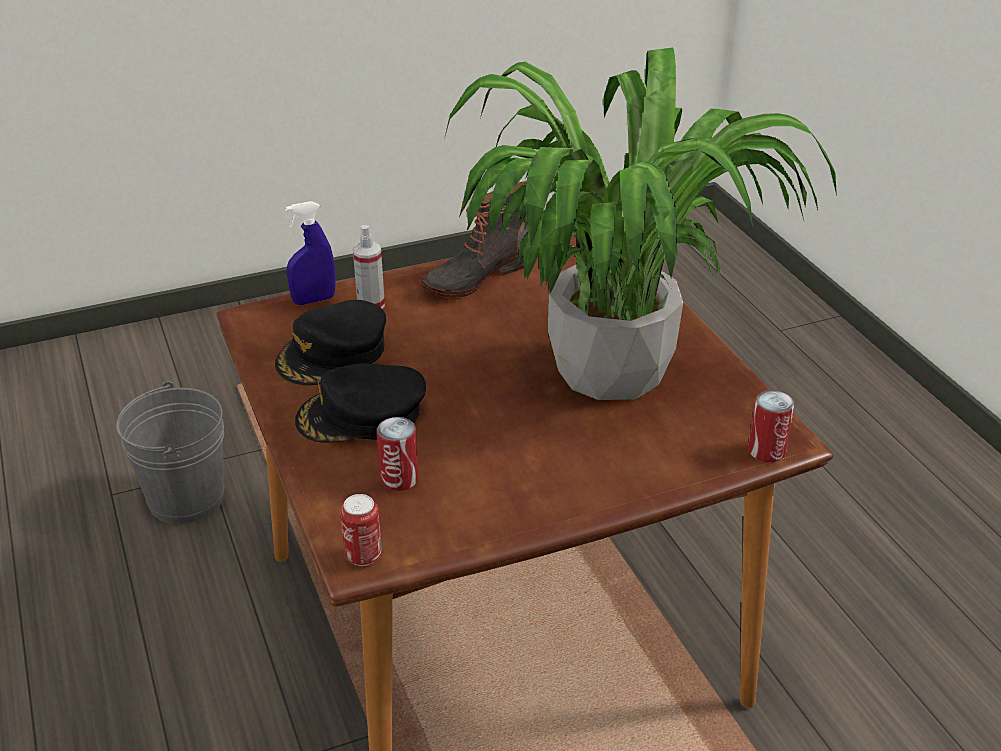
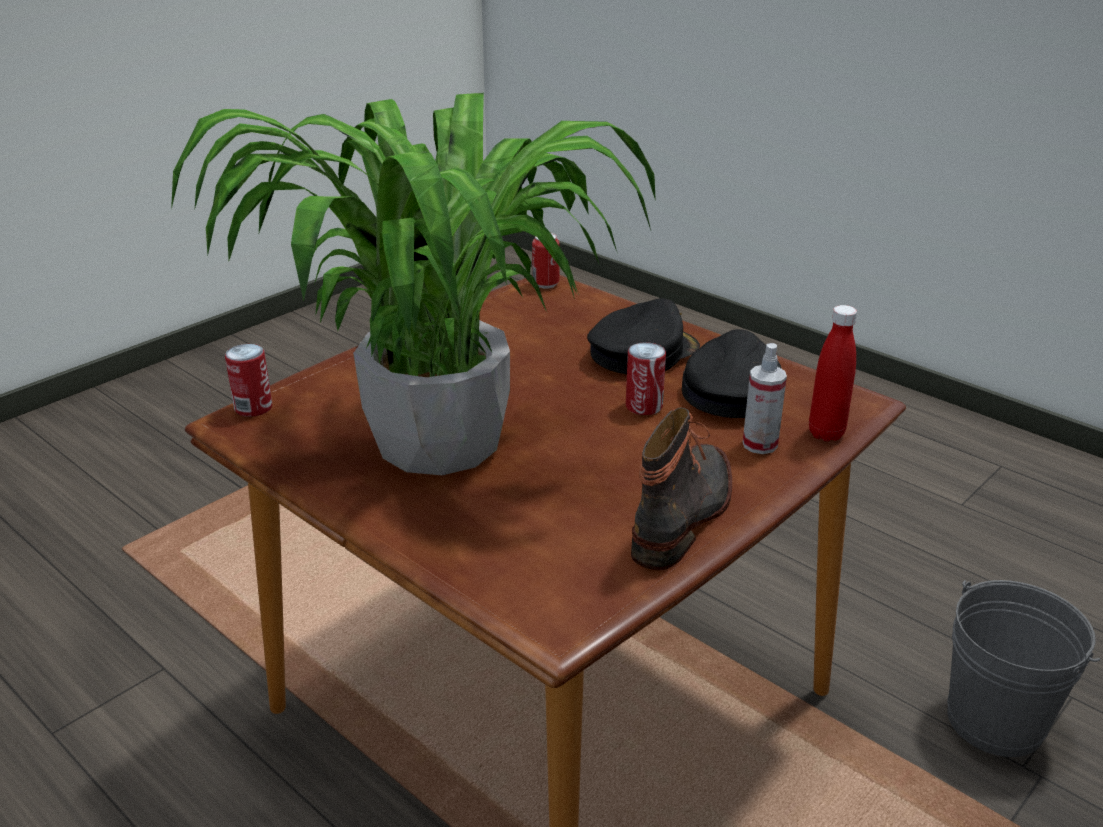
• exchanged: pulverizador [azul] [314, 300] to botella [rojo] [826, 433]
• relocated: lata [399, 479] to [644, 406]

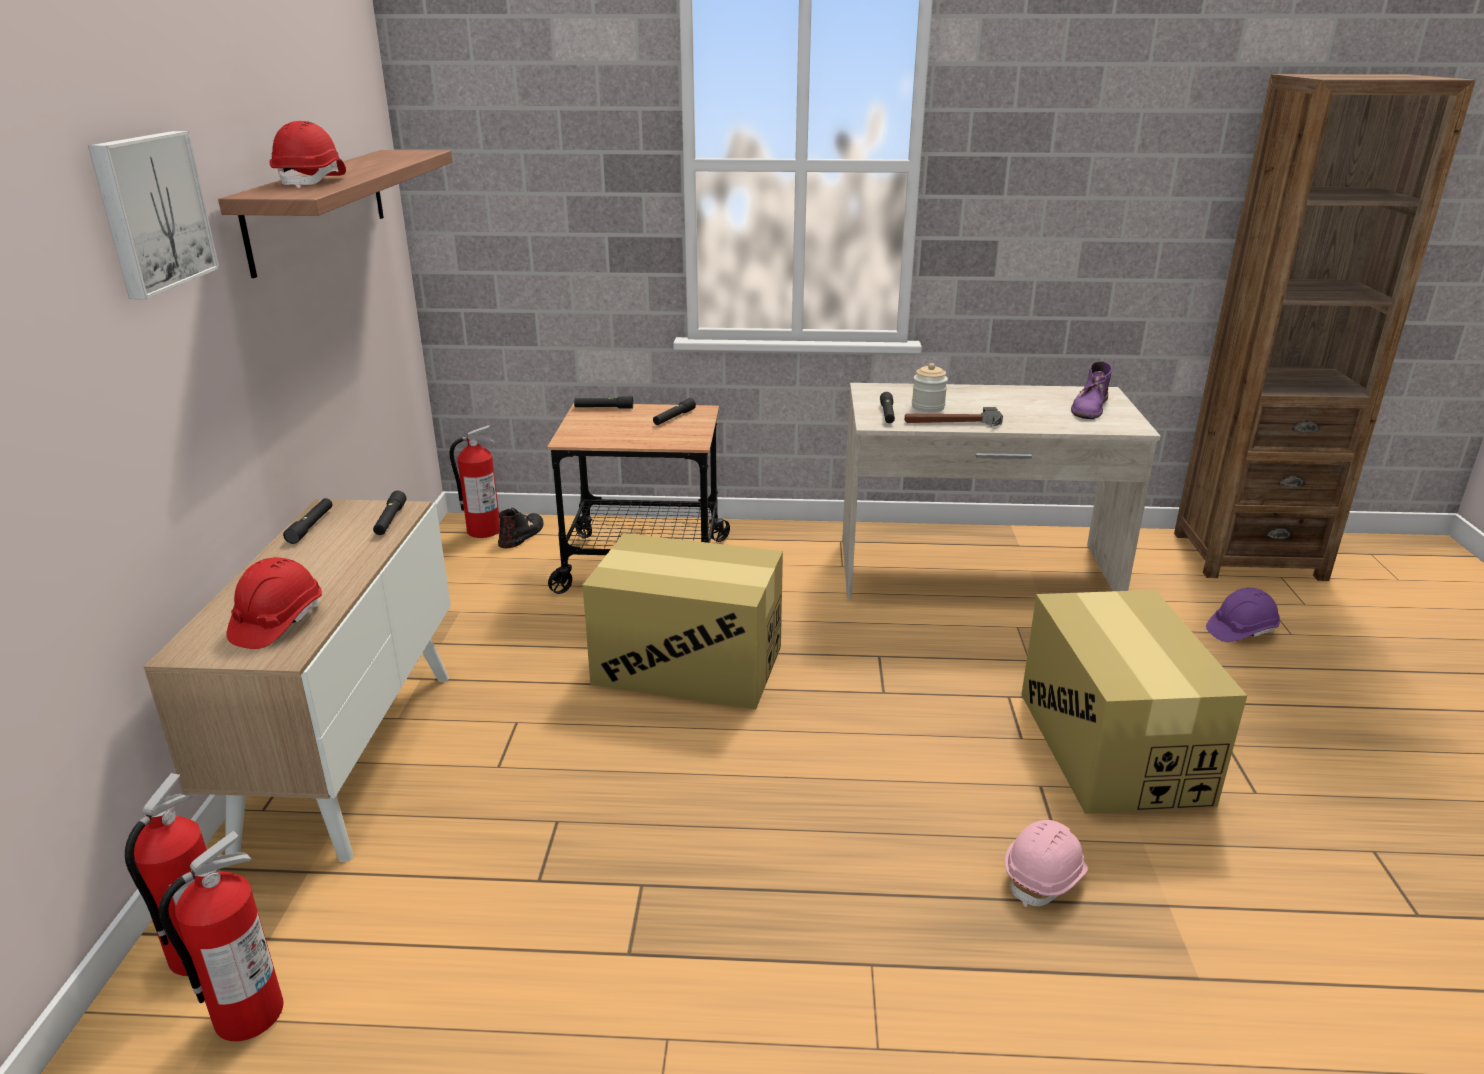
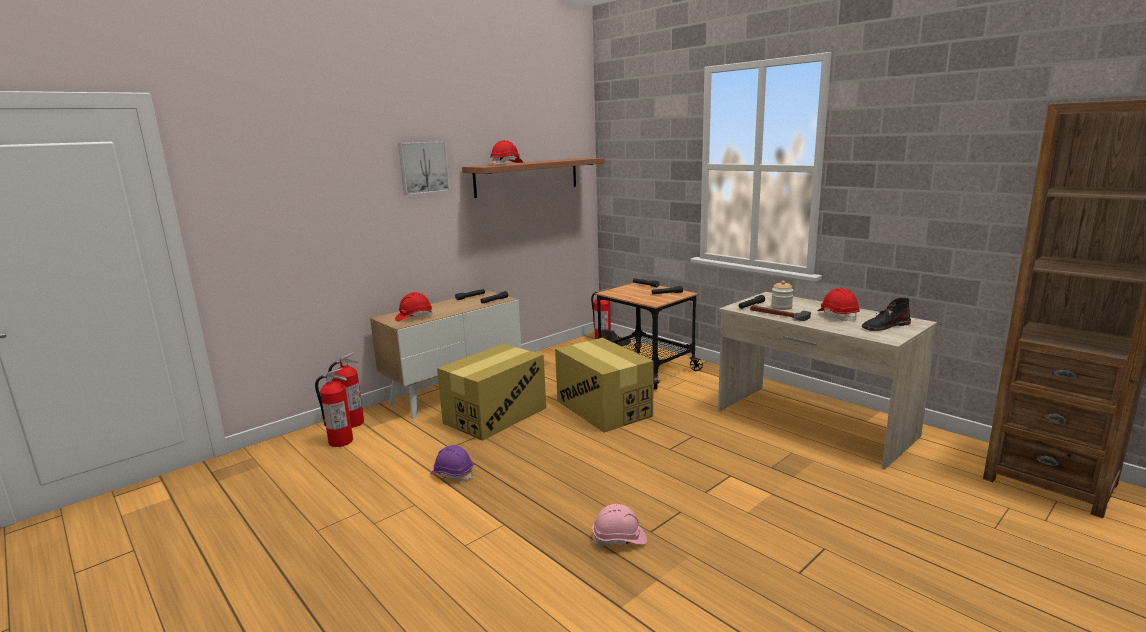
• colour: bota [morado] [1089, 407] to bota [negro] [884, 326]
• relocated: casco [morado] [1240, 631] to [452, 474]
• relocated: caja de cartón [1112, 747] to [495, 415]
• appeared: casco [rojo] [837, 316]

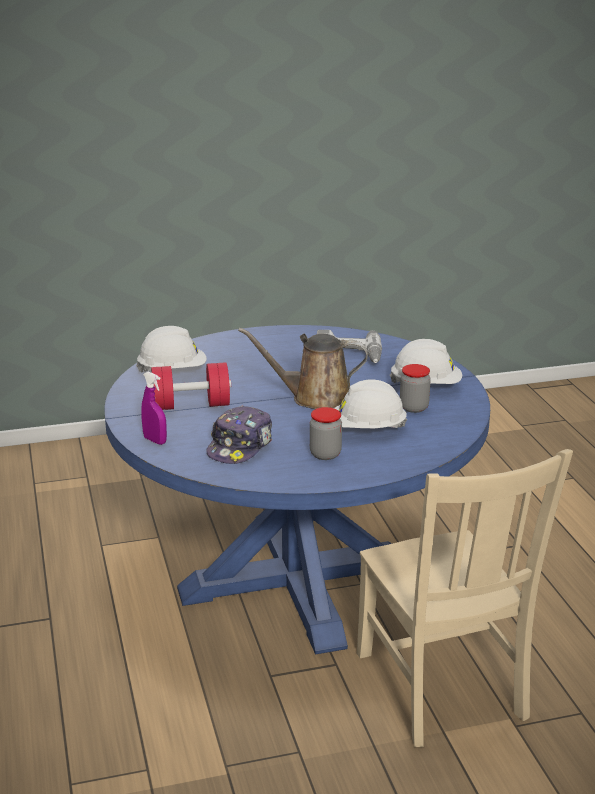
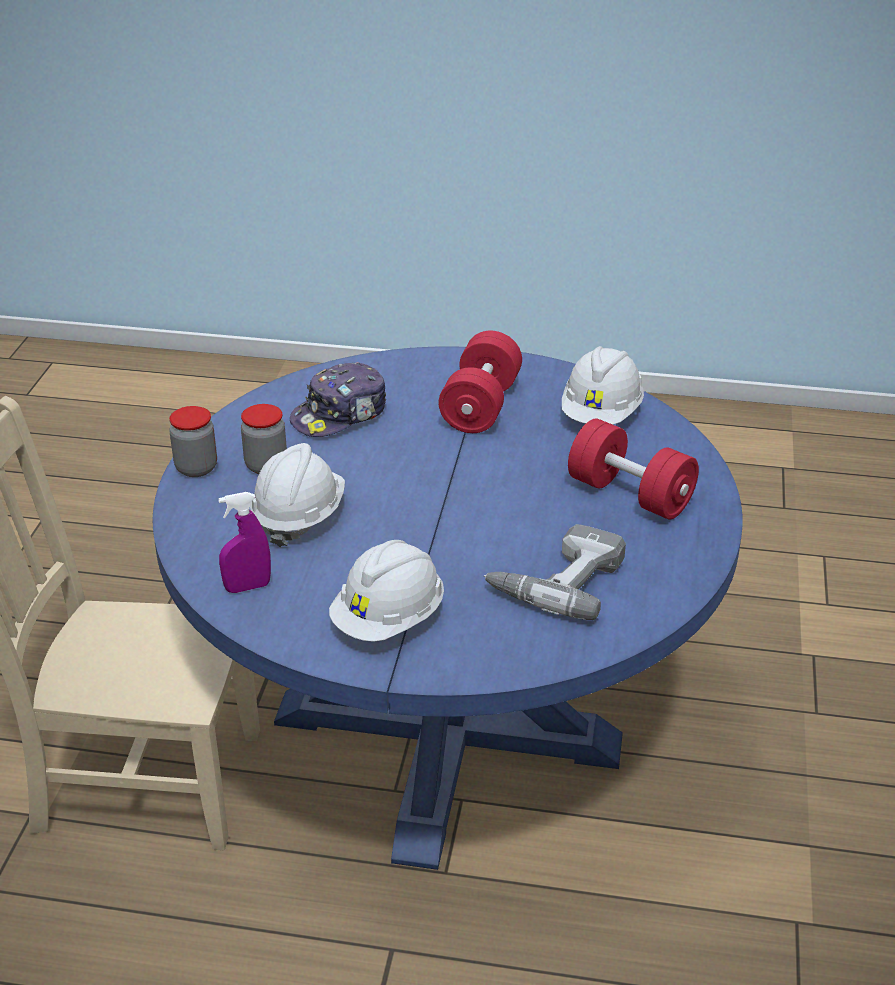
• missing: regadera [marrón] [315, 398]
• relocated: tarro [414, 407] to [196, 468]
• relocated: pulverizador [morado] [155, 440] to [247, 587]
• spun: gorra [240, 446] = [340, 415] 90 degrees counterclockwise
• appeared: mancuerna [rojo] [630, 494]

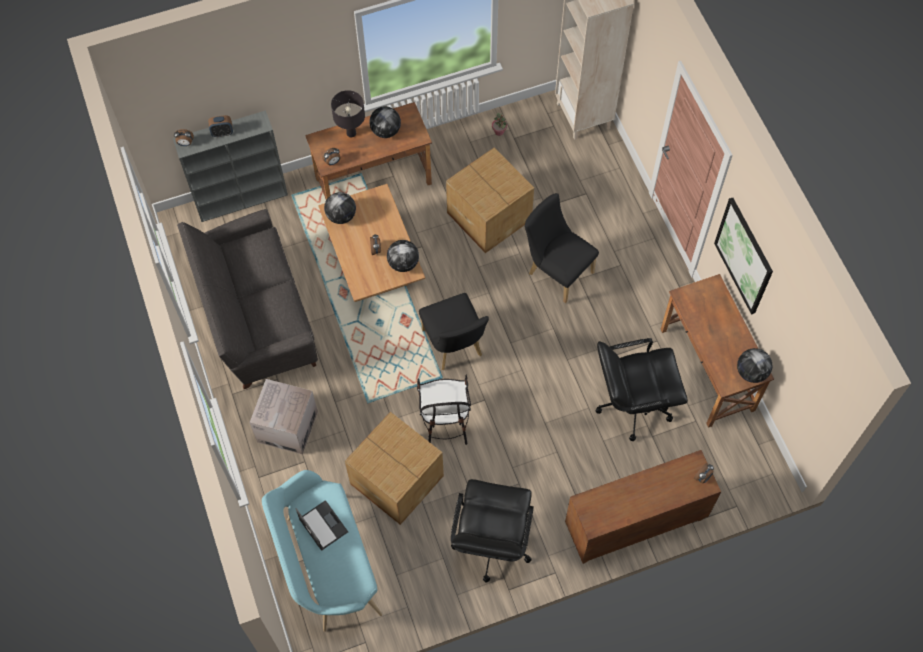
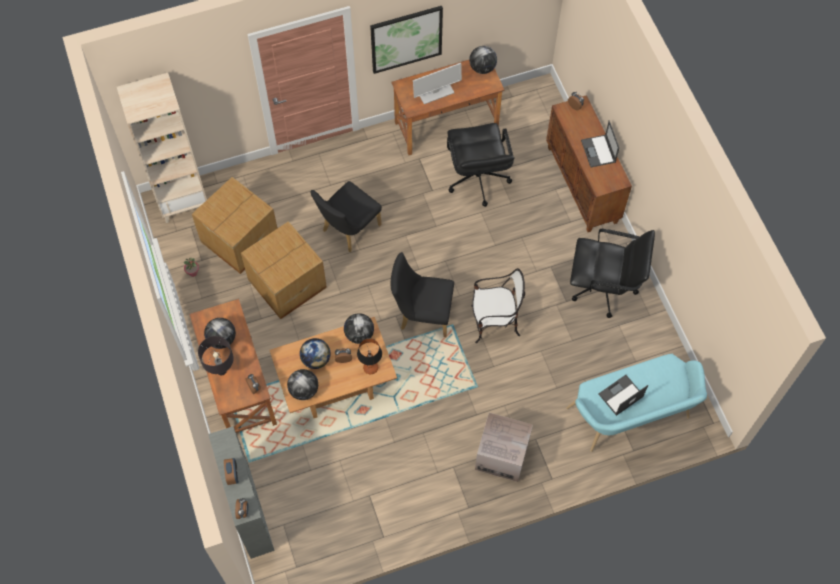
• missing: sofá [gris] [257, 317]
• spun: silla [negro] [454, 346] = [422, 314] 150 degrees counterclockwise
• relocated: caja de cartón [396, 478] to [238, 239]
• appeared: monitor [435, 93]
• appeared: portátil [598, 151]
• appeared: globo terráqueo [316, 359]
• appeared: lámpara de mesa [370, 368]

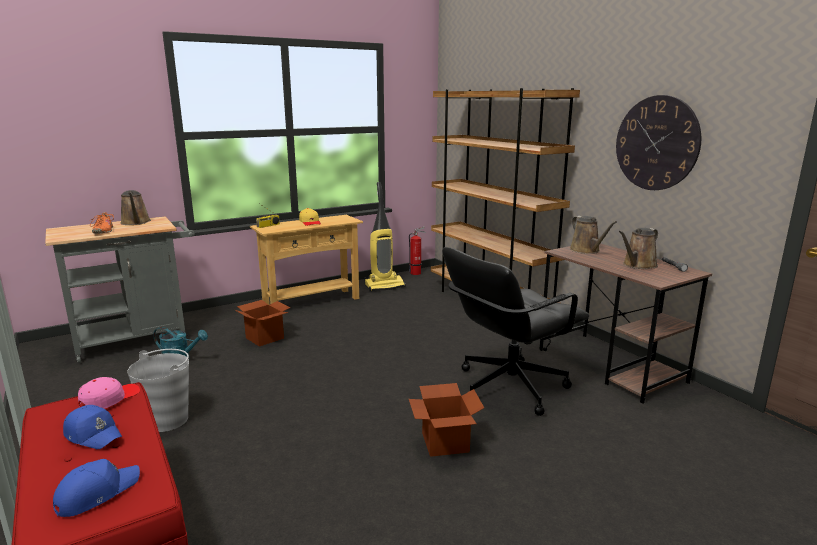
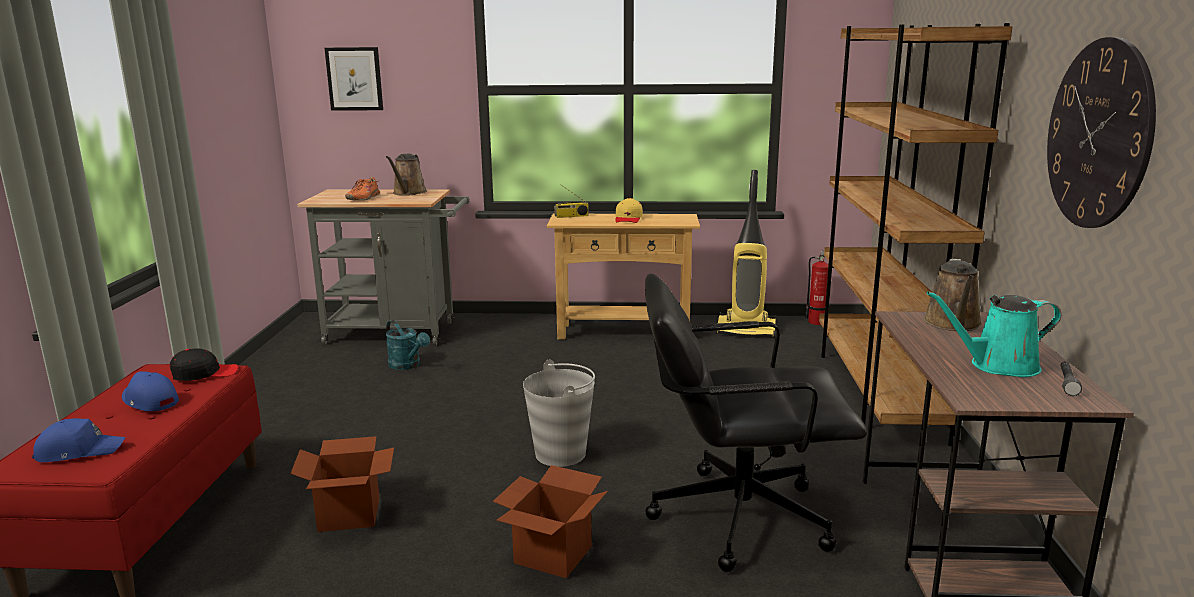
• colour: regadera [marrón] [638, 265] to regadera [turquesa] [998, 366]
• relocated: caja de cartón [265, 338] to [349, 515]
• relocated: cubo [gris] [167, 420] to [561, 454]
• colour: gorra [rosa] [109, 399] to gorra [negro] [204, 374]
• spun: gorra [azul] [93, 434] = [149, 401] 150 degrees clockwise
• appeared: cuadro [354, 79]

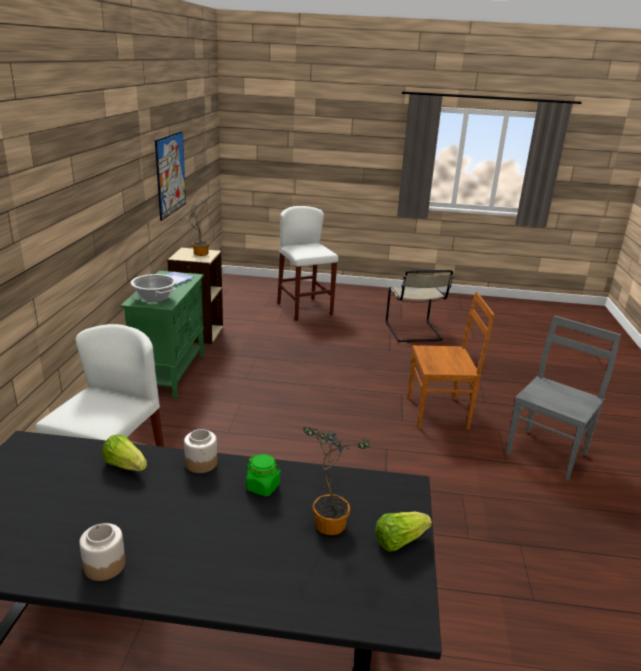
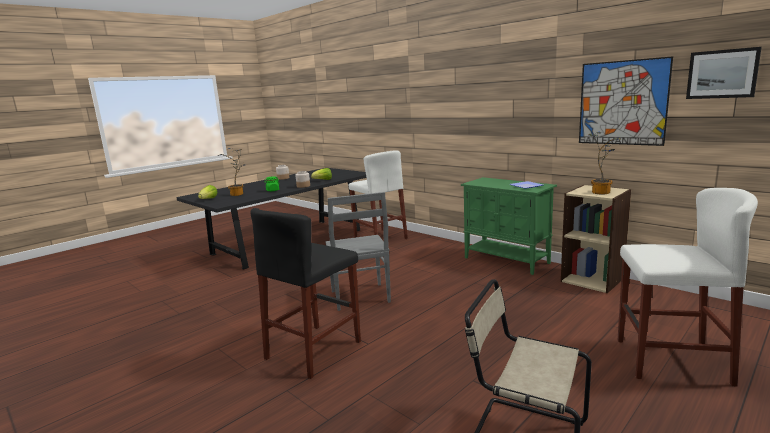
• missing: olla [154, 298]
• exchanged: silla [marrón] [439, 413] to taburete [negro] [314, 350]
• relocated: silla [gris] [547, 453] to [360, 297]
• appeared: cuadro [722, 74]

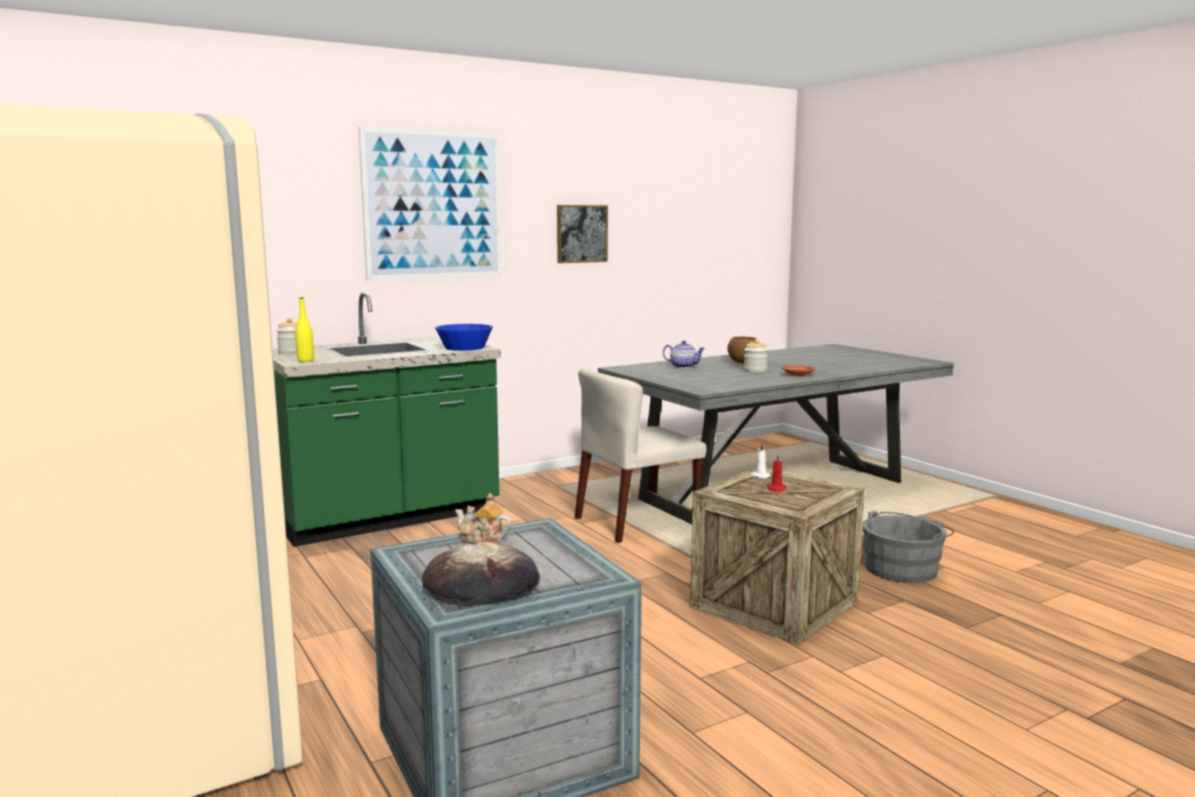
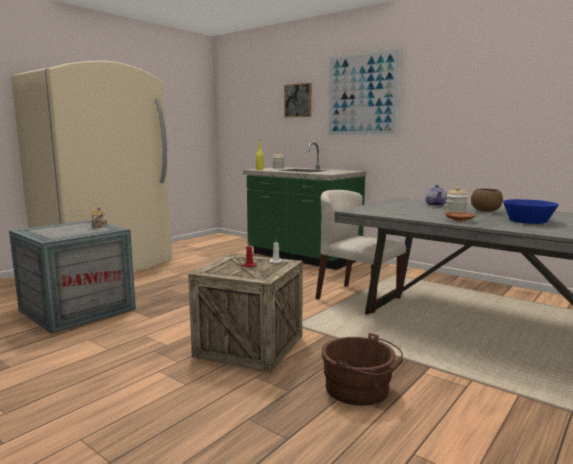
• relocated: cuadro [581, 233] to [298, 100]
• relocated: cuenco [azul] [464, 347] to [527, 220]
• colour: cubo [gris] [903, 568] to cubo [marrón] [360, 389]
• missing: pan [481, 584]

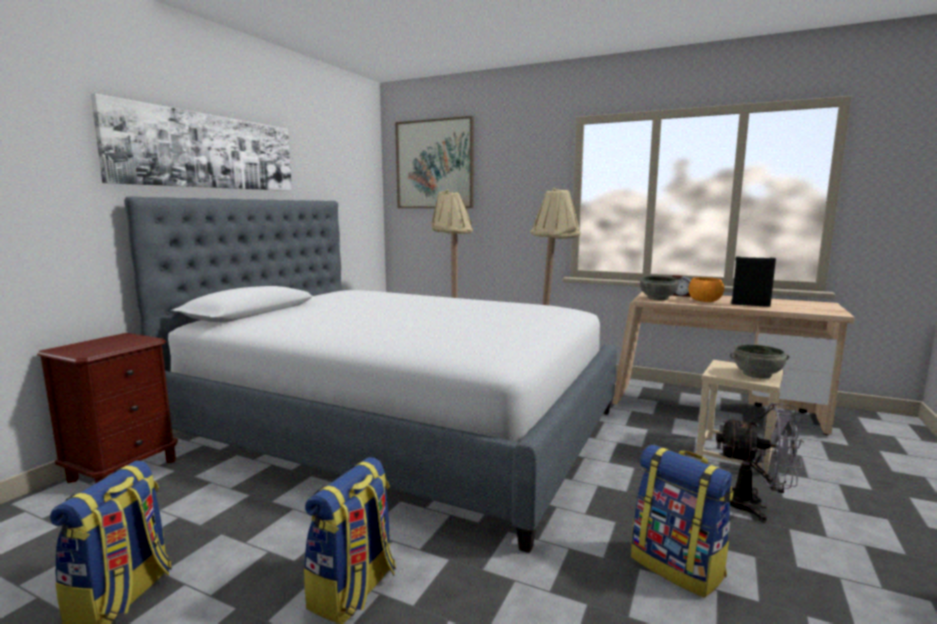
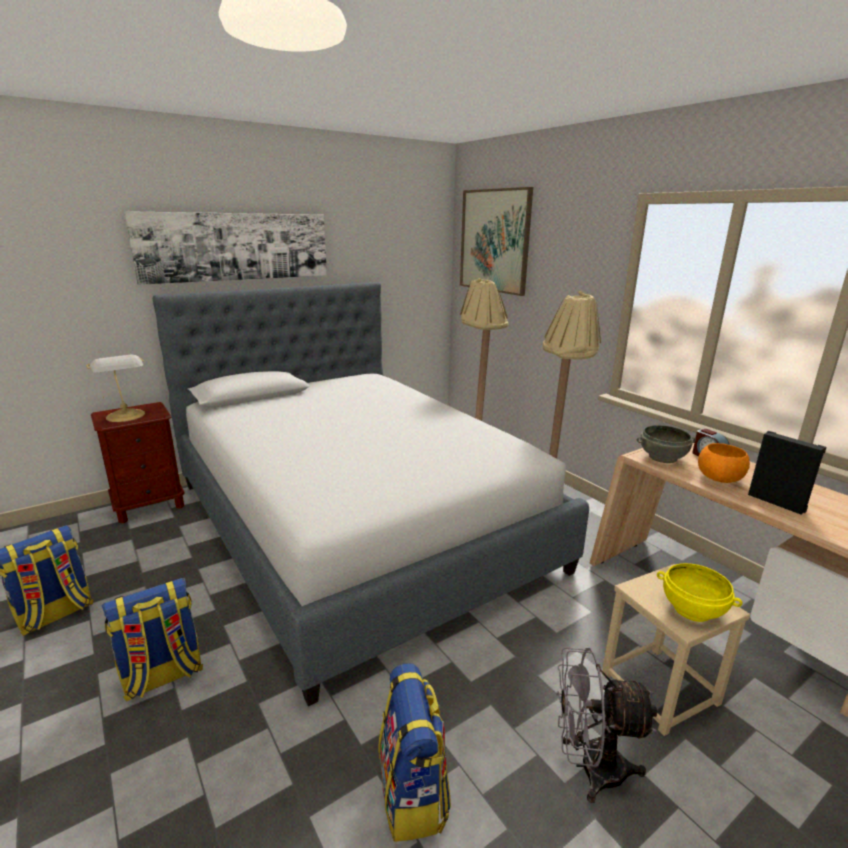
• colour: cuenco [gris] [757, 374] to cuenco [amarillo] [692, 610]
• spun: ventilador [gris] [753, 506] = [590, 768] 135 degrees clockwise
• appeared: lámpara de mesa [126, 416]

